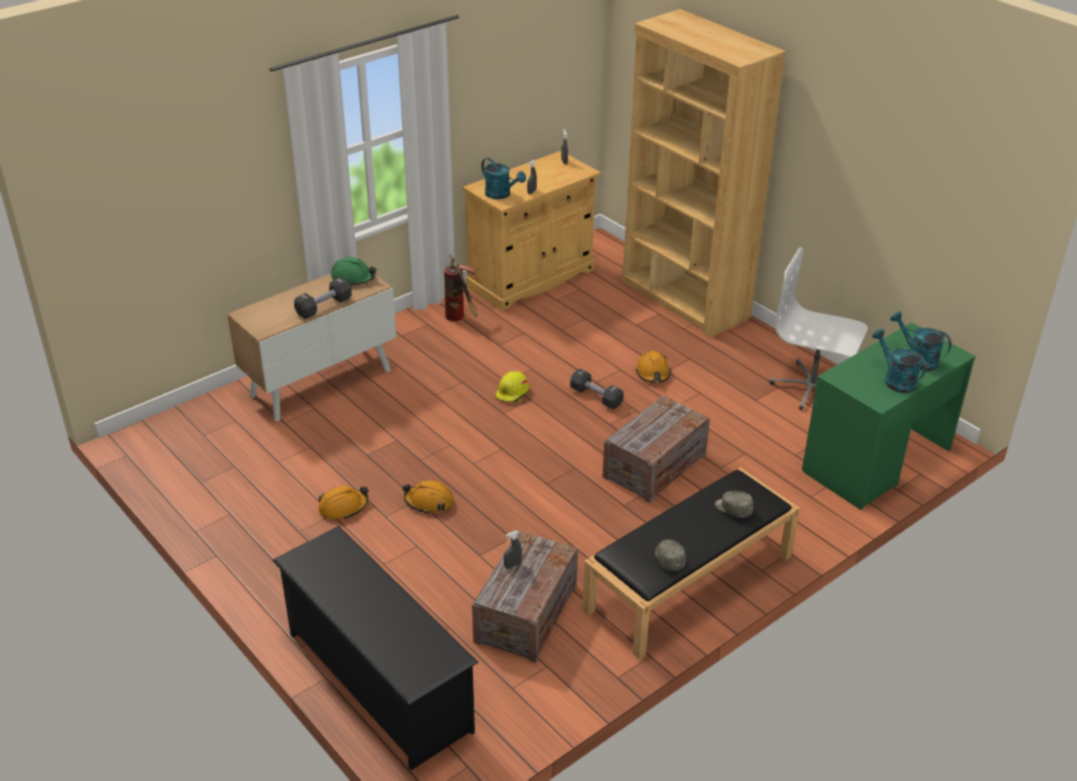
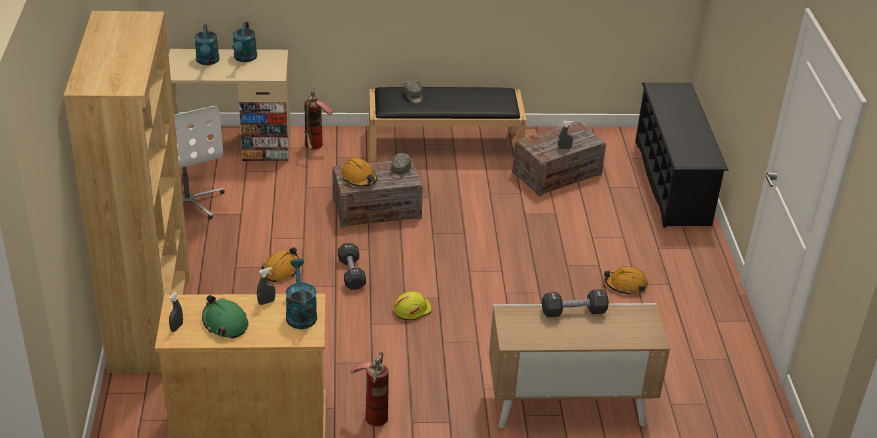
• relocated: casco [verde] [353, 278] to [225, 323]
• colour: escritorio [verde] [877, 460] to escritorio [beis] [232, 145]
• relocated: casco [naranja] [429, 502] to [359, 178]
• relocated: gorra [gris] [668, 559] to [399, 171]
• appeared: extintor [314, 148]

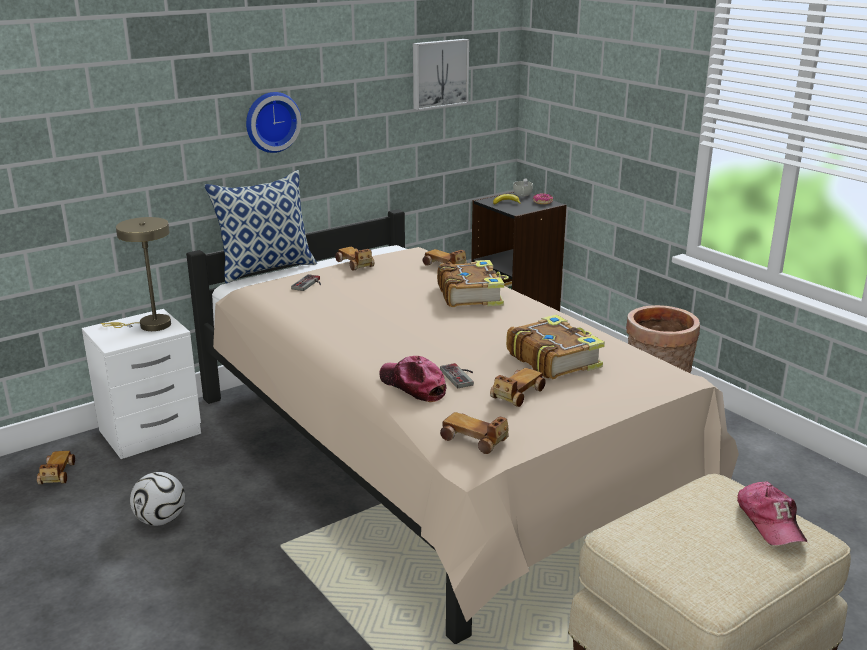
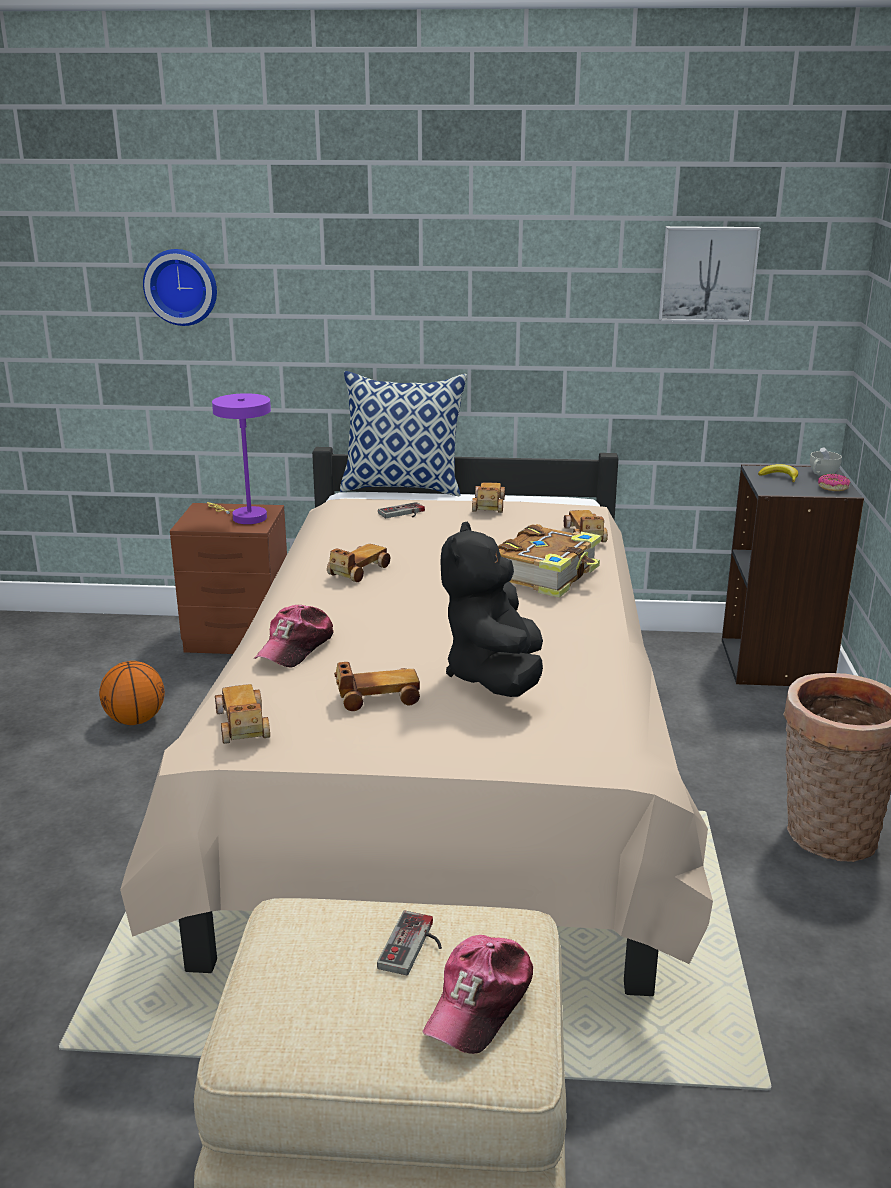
• relocated: reloj de pared [271, 121] to [182, 286]
• colour: lámpara de mesa [beis] [149, 325] to lámpara de mesa [morado] [244, 517]
• colour: mesita de noche [blanco] [152, 432] to mesita de noche [marrón] [240, 638]
• exchanged: libro [553, 359] to peluche [negro] [495, 677]
• spun: gorra [413, 386] = [296, 647] 150 degrees counterclockwise
• relocated: mando de consola [461, 376] to [415, 947]
• relocated: coche de juguete [57, 474] to [358, 571]
• exchanged: balón de fútbol [161, 520] to balón de baloncesto [135, 720]

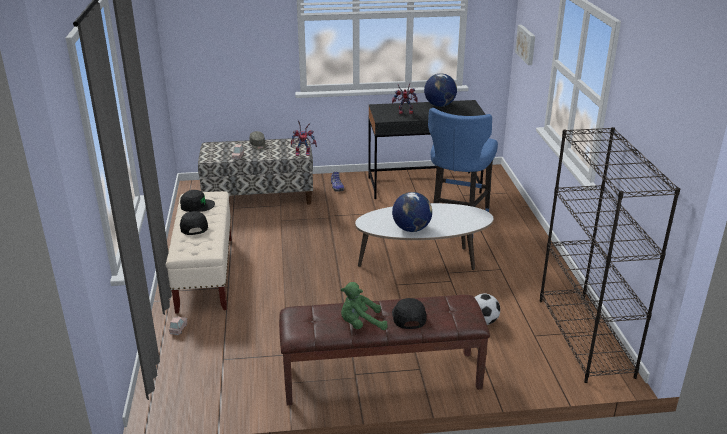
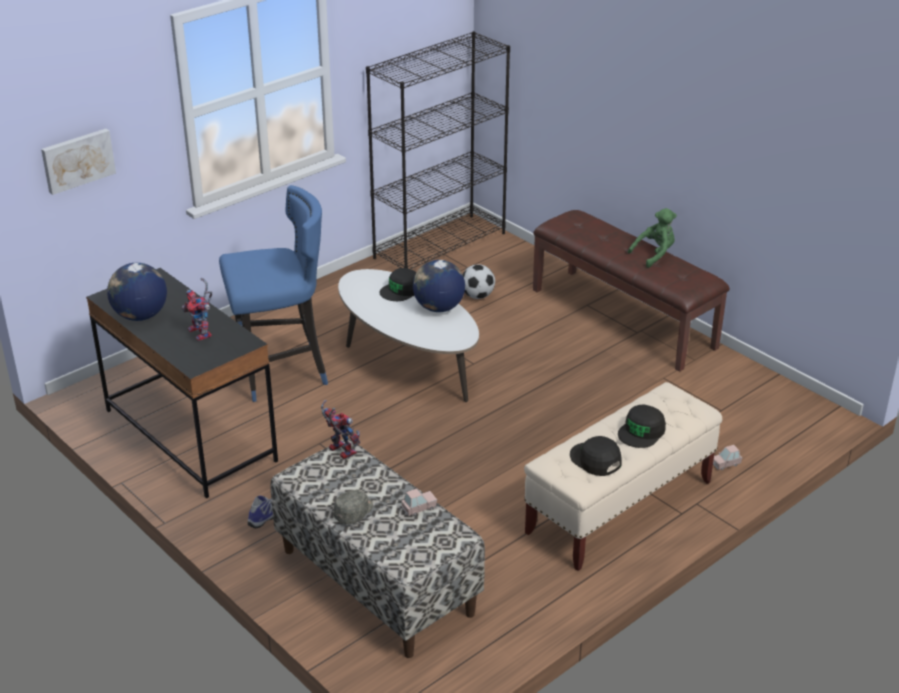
• spun: peluche [verde] [360, 324] = [654, 254] 75 degrees counterclockwise
• relocated: gorra [negro] [408, 316] to [401, 290]

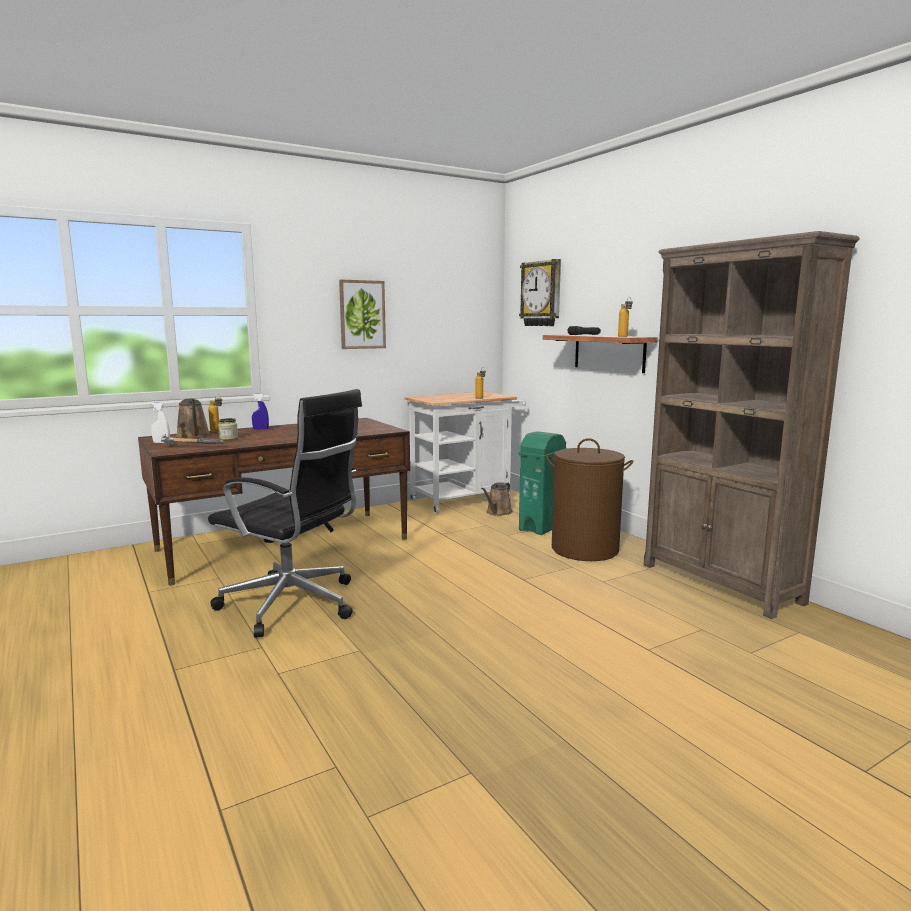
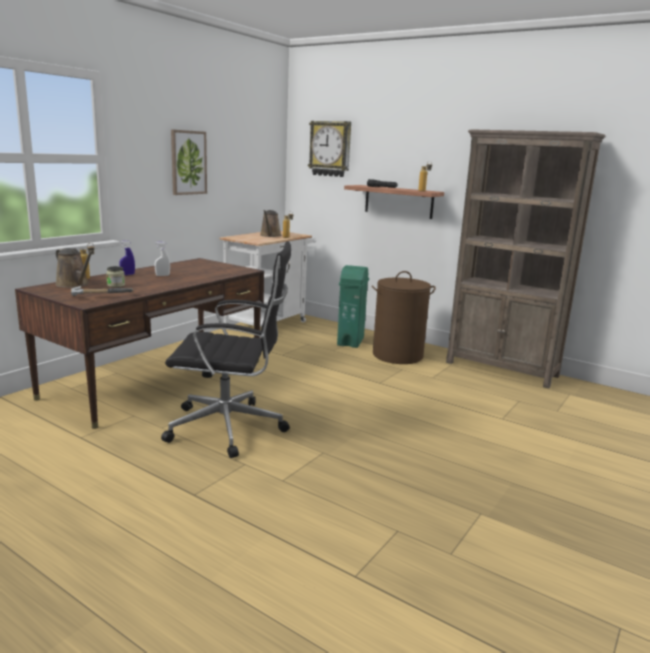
• relocated: pulverizador [blanco] [161, 443] to [162, 275]
• relocated: regadera [marrón] [498, 512] to [270, 235]

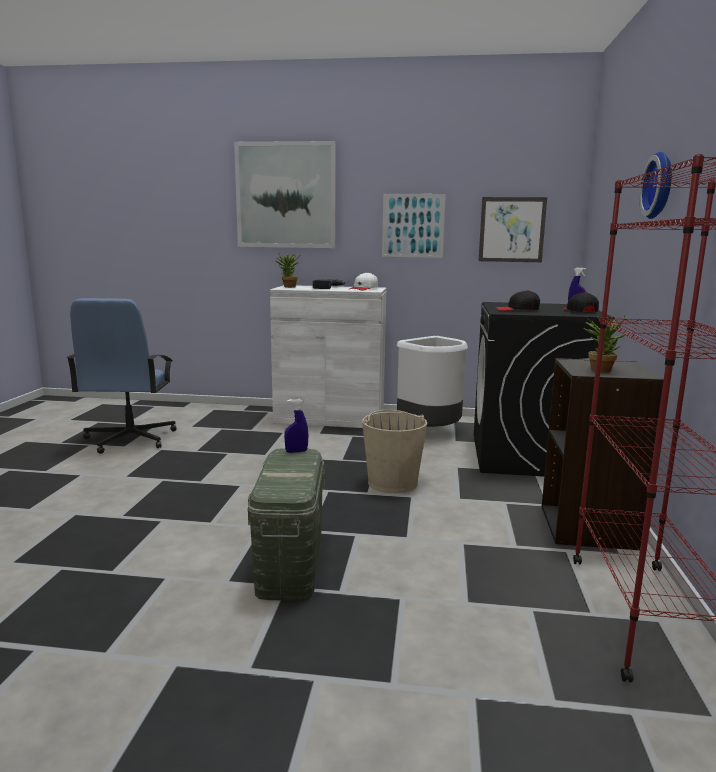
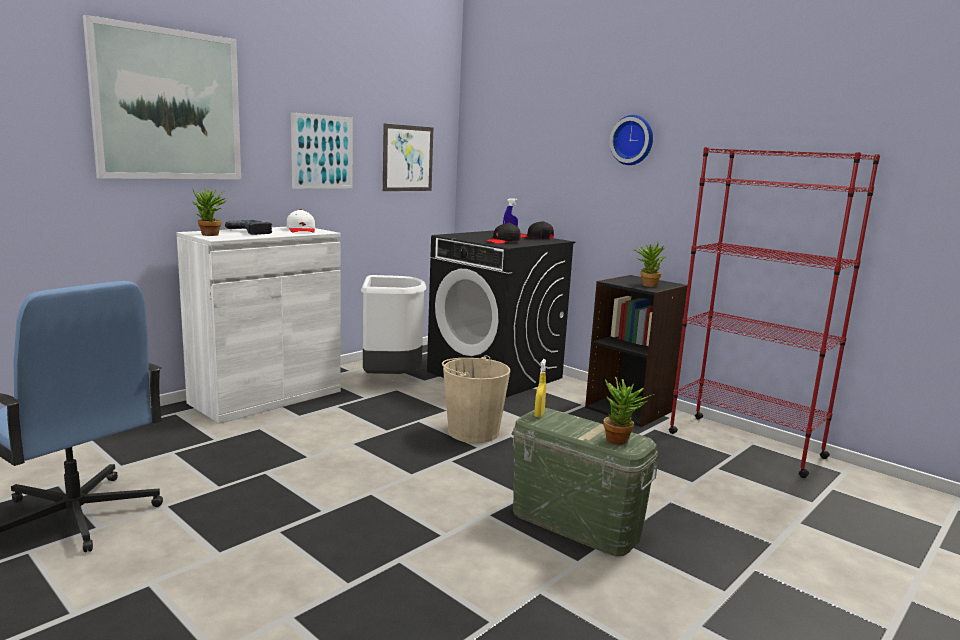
• colour: pulverizador [azul] [296, 451] to pulverizador [amarillo] [539, 414]
• appeared: planta en maceta [621, 441]

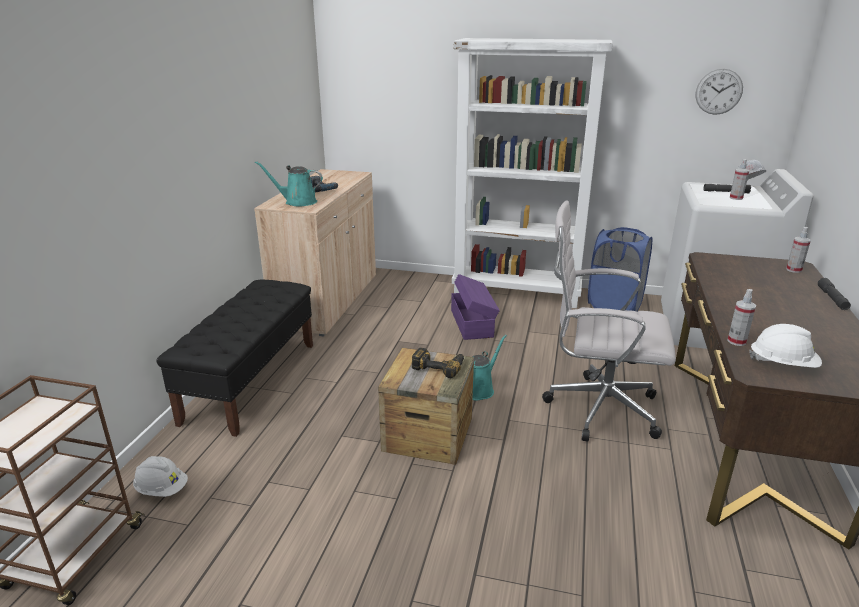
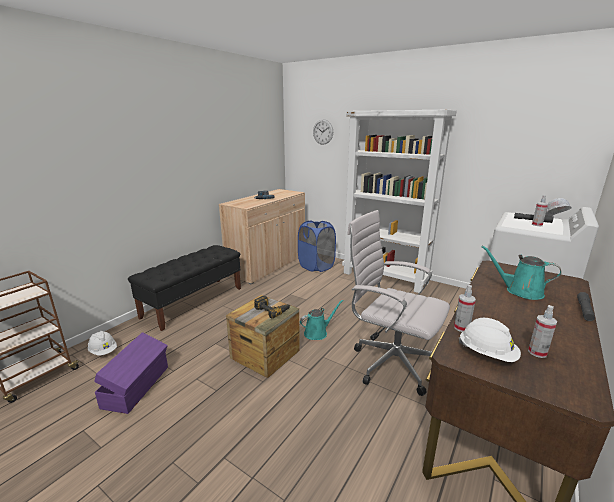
• relocated: reloj de pared [718, 91] to [323, 132]
• relocated: regadera [turquesa] [297, 202] to [520, 291]
• relocated: cesto de la ropa [azul] [614, 305] to [316, 266]
• relocated: pulverizador [793, 270] to [537, 352]
• relocated: caja de almacenaje [morado] [472, 323] to [137, 386]

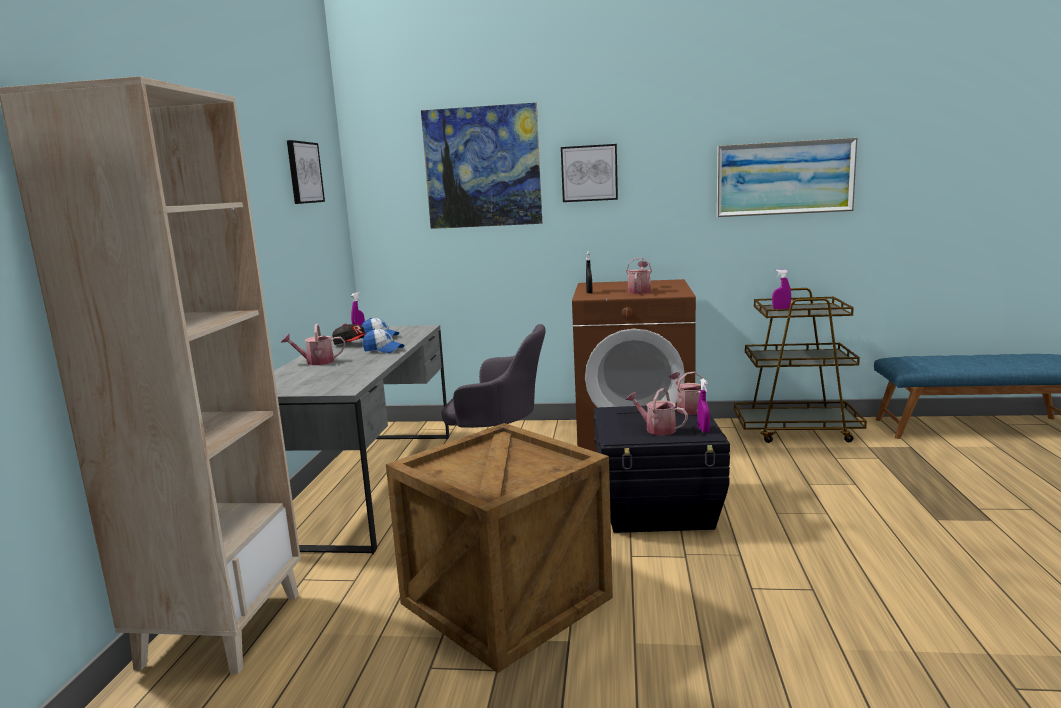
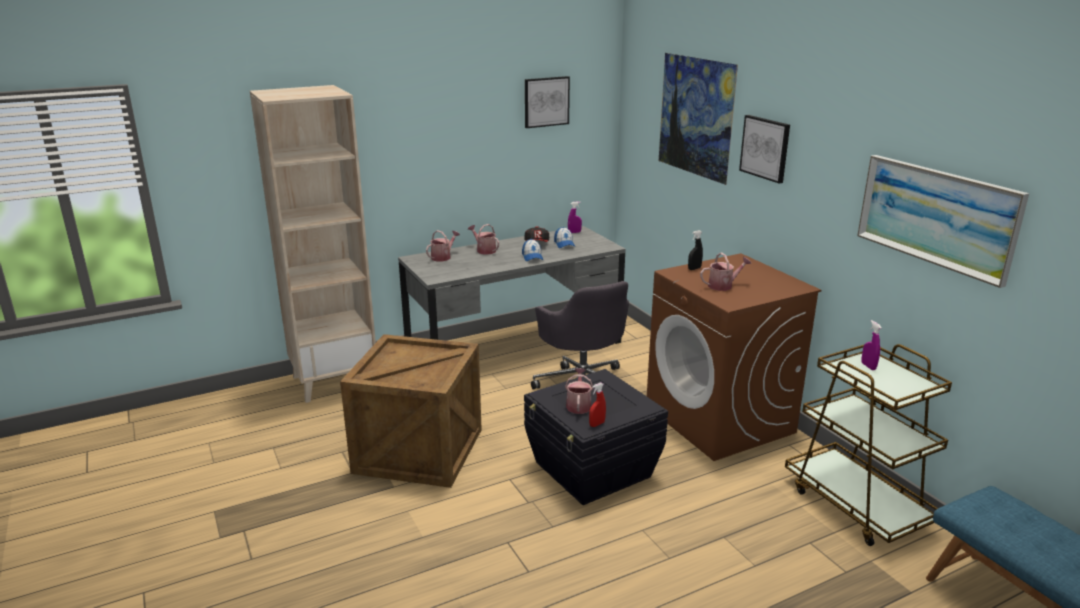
• relocated: regadera [688, 409] to [443, 257]
• colour: pulverizador [morado] [703, 430] to pulverizador [rojo] [597, 424]

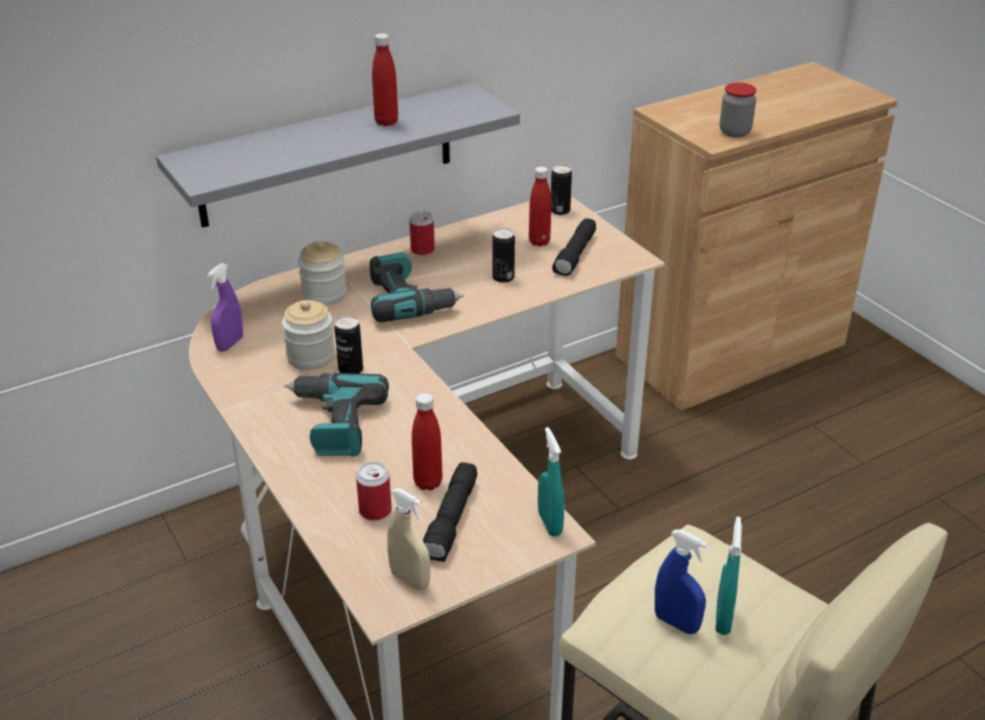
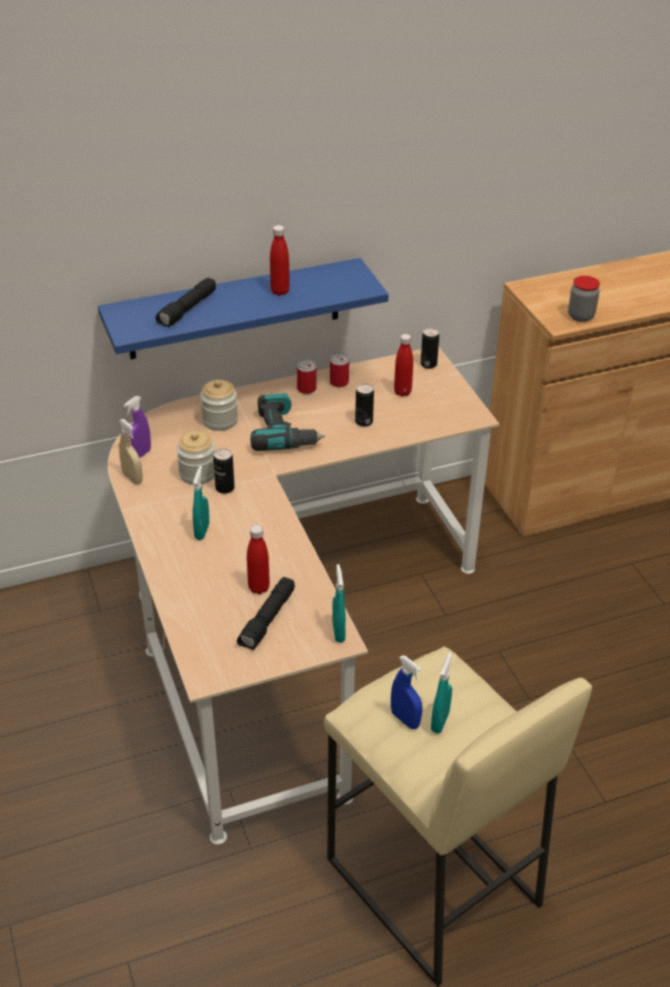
• colour: estante [gris] [327, 155] to estante [azul] [234, 309]
• relocated: linterna [negro] [576, 255] to [188, 310]
• exchanged: taladro [334, 423] to pulverizador [turquesa] [202, 531]
• relocated: lata [375, 510] to [339, 382]
• relocated: pulverizador [beis] [410, 580] to [132, 478]

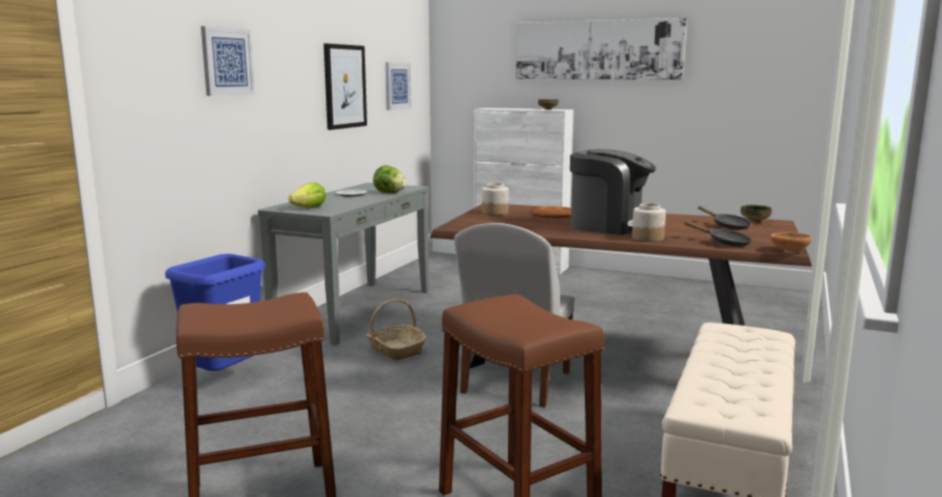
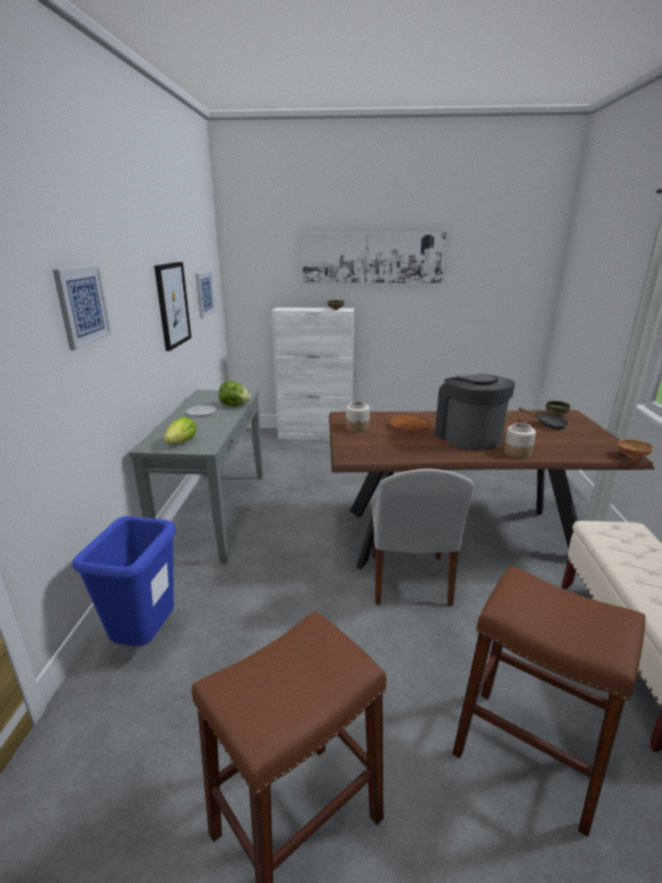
• spun: cafetera [609, 226] = [468, 437] 120 degrees counterclockwise
• missing: sartén [negro] [724, 243]
• missing: cesta [395, 350]

